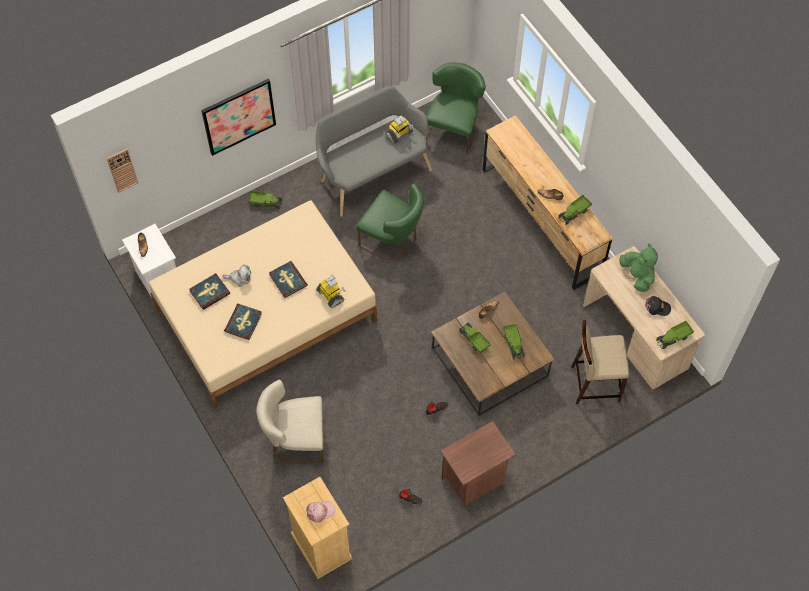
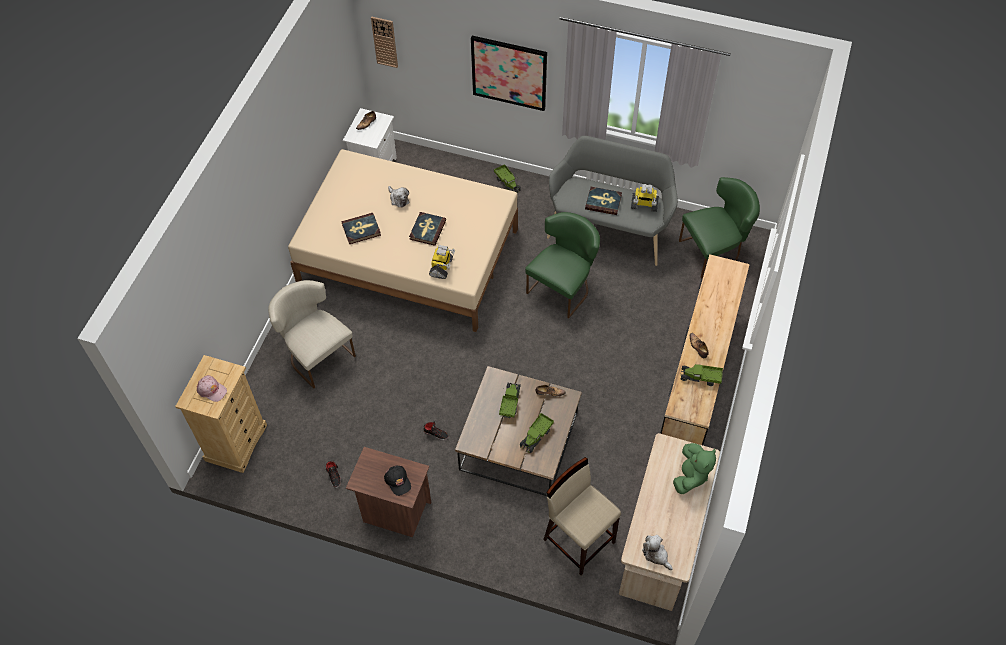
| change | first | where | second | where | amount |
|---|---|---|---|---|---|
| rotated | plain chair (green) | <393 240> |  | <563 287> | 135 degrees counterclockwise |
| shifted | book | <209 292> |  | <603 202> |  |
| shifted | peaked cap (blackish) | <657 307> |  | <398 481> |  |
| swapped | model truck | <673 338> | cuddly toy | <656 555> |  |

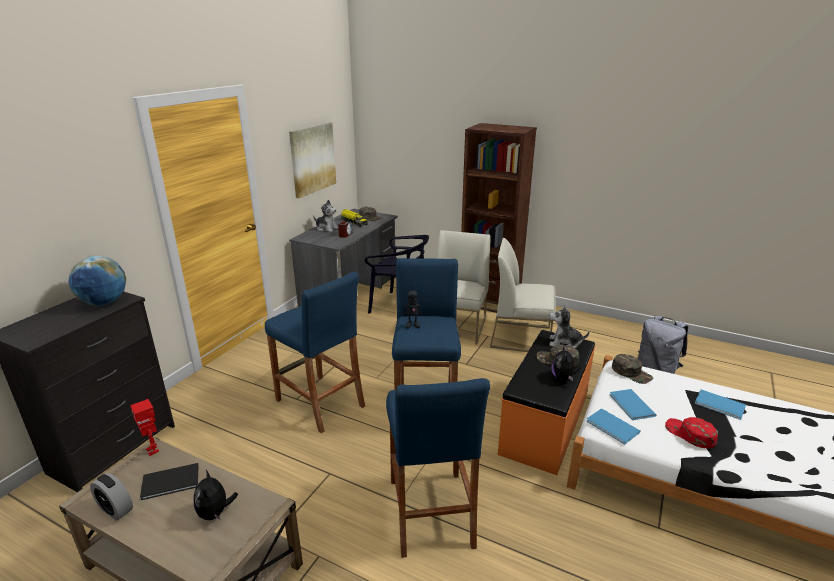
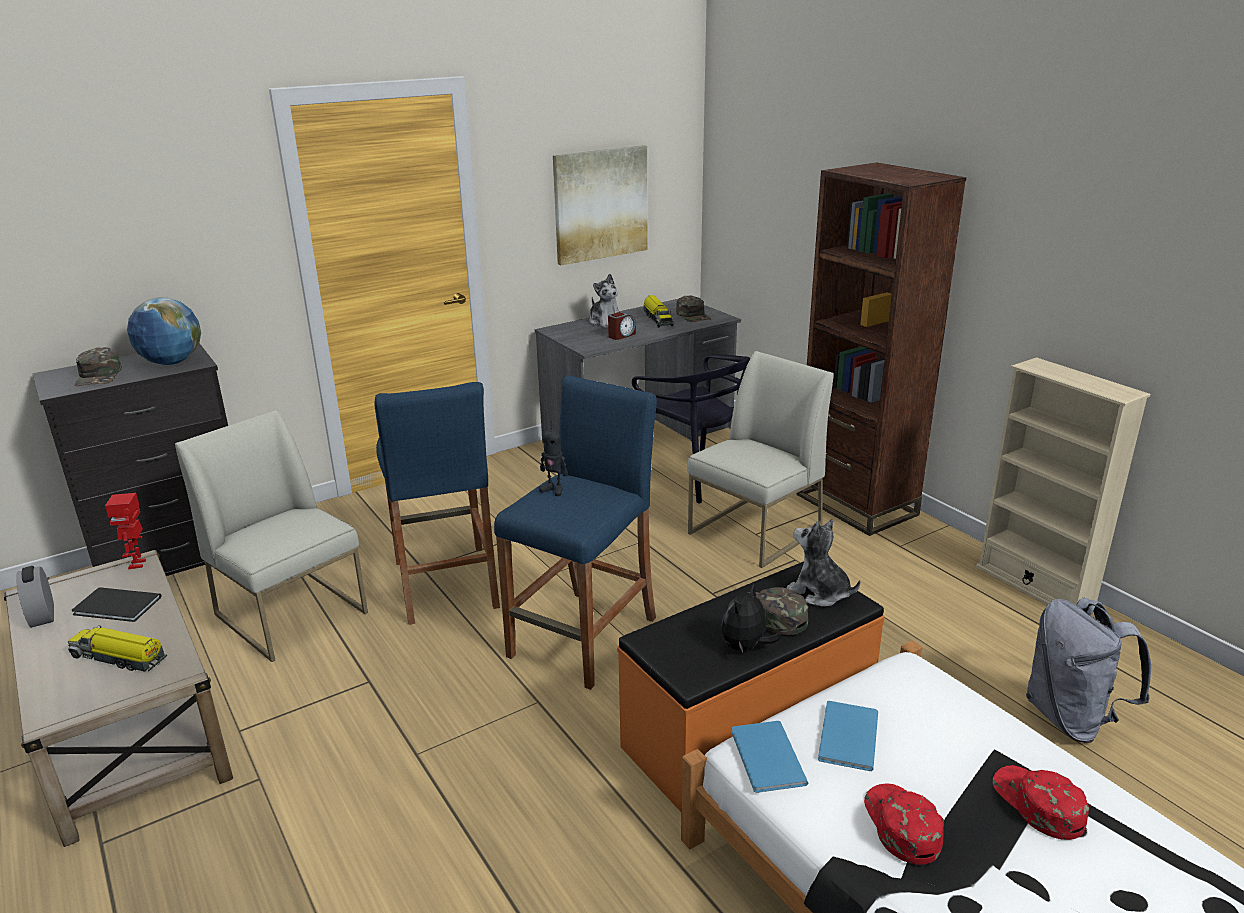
| change | first | where | second | where | amount |
|---|---|---|---|---|---|
| shifted | plain chair (white) | <521 337> |  | <293 613> |  |
| shifted | peaked cap (green) | <631 373> |  | <99 376> |  |
| gone | stool seat (blue-coloured) | <430 512> |  |  |  |
| swapped | book (blue-coloured) | <721 406> | peaked cap (red) | <1037 804> |  |
| swapped | cuddly toy | <215 513> | model truck | <119 658> |  |
| new |  |  | bookcase (beige) | <1035 586> |  |

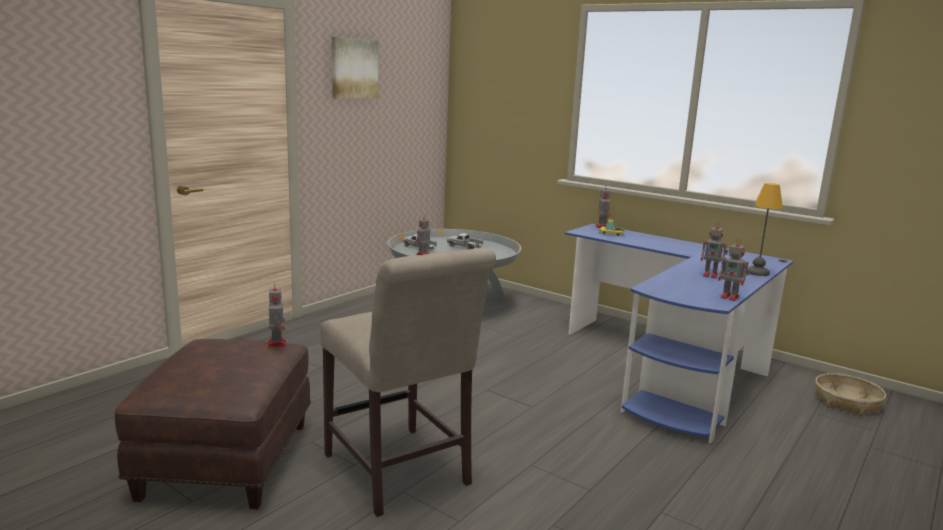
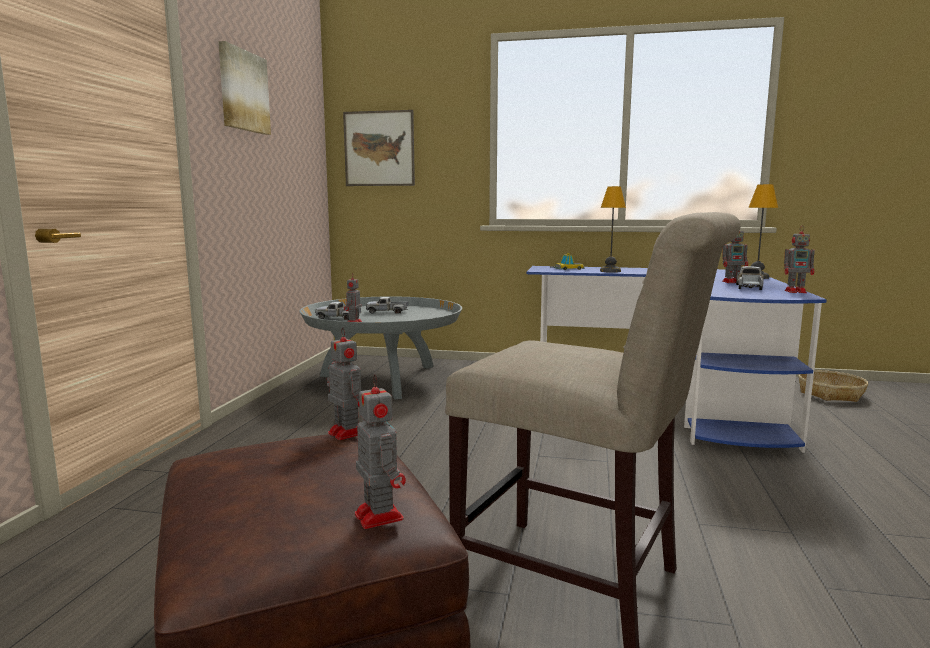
| change | first | where | second | where | amount |
|---|---|---|---|---|---|
| shifted | model robot | <601 226> |  | <378 515> |  |
| new |  |  | picture | <379 148> |  |
| new |  |  | tabletop lamp | <610 271> |  |
| new |  |  | model truck | <749 287> |  |

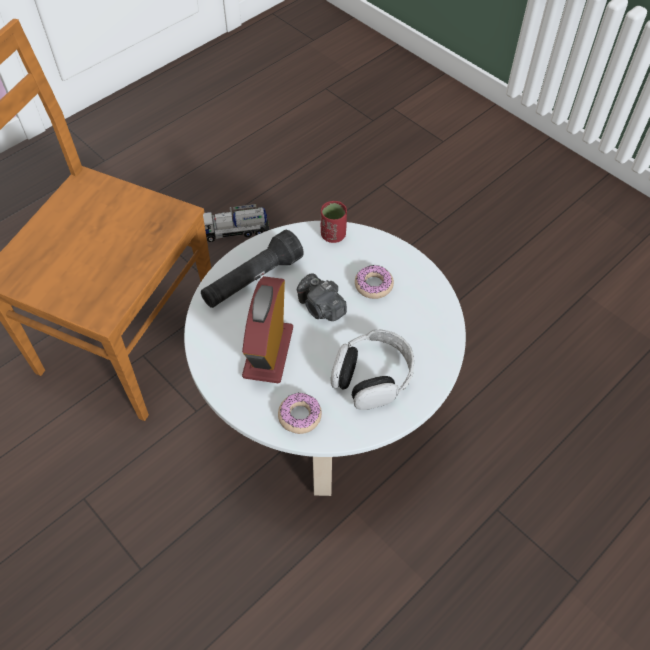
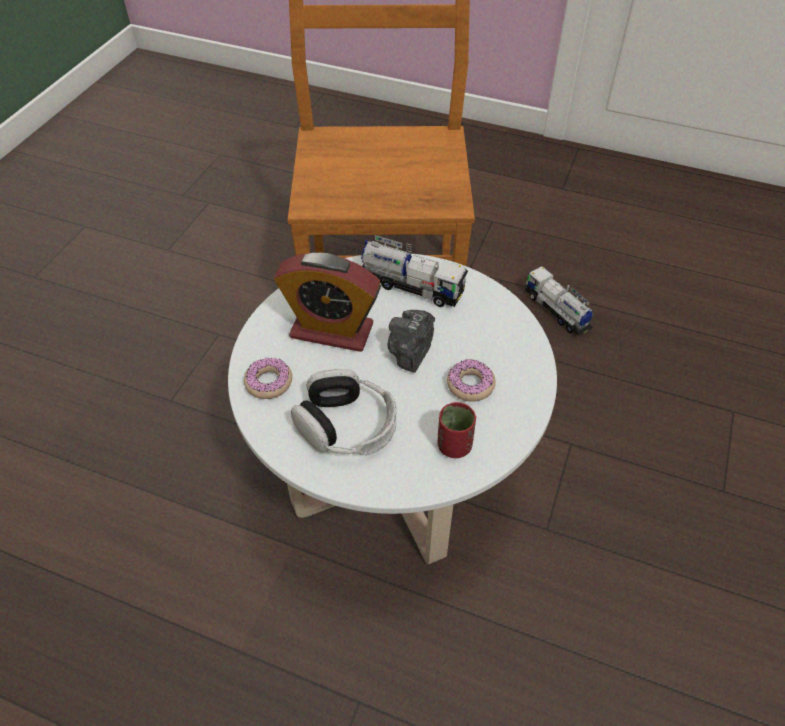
| change | first | where | second | where | amount |
|---|---|---|---|---|---|
| shifted | small cup (red) | <333 235> |  | <454 446> |  |
| swapped | flashlight (blackish) | <252 280> | model truck | <411 286> |  |
| rotated | bedside clock | <268 352> |  | <331 331> | 150 degrees counterclockwise |

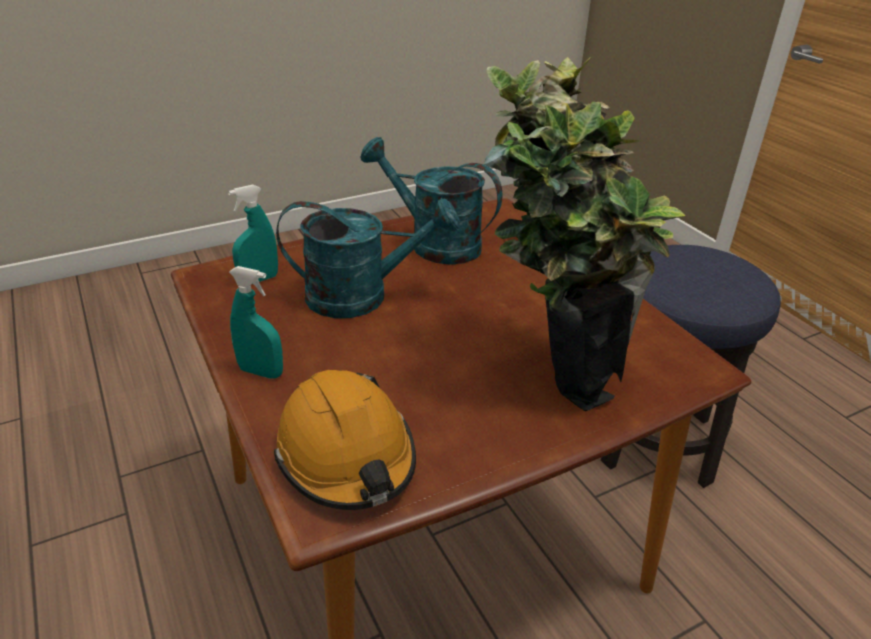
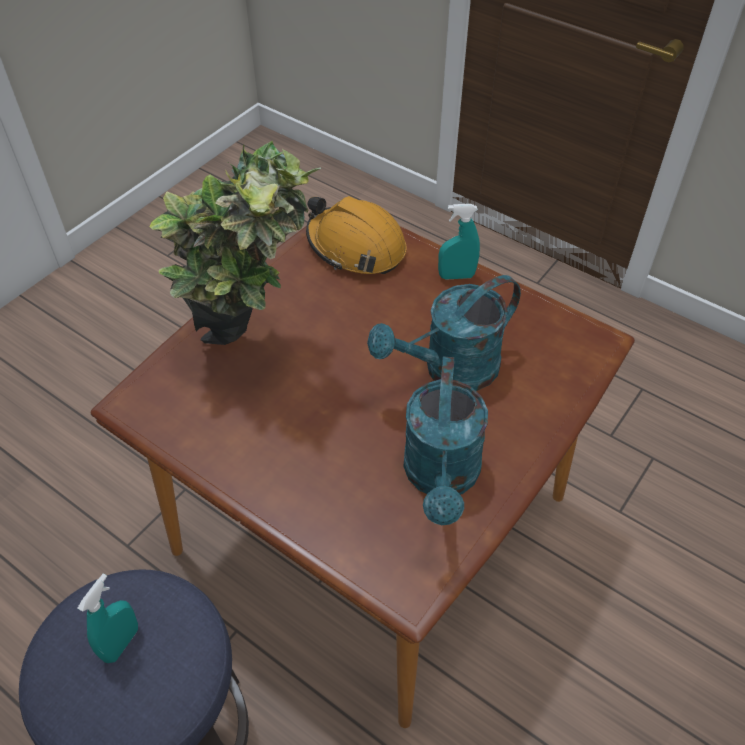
| change | first | where | second | where | amount |
|---|---|---|---|---|---|
| rotated | watering pot (blue-green) | <433 243> |  | <442 478> | 90 degrees clockwise |
| shifted | spray bottle (blue-green) | <259 279> |  | <121 643> |  |

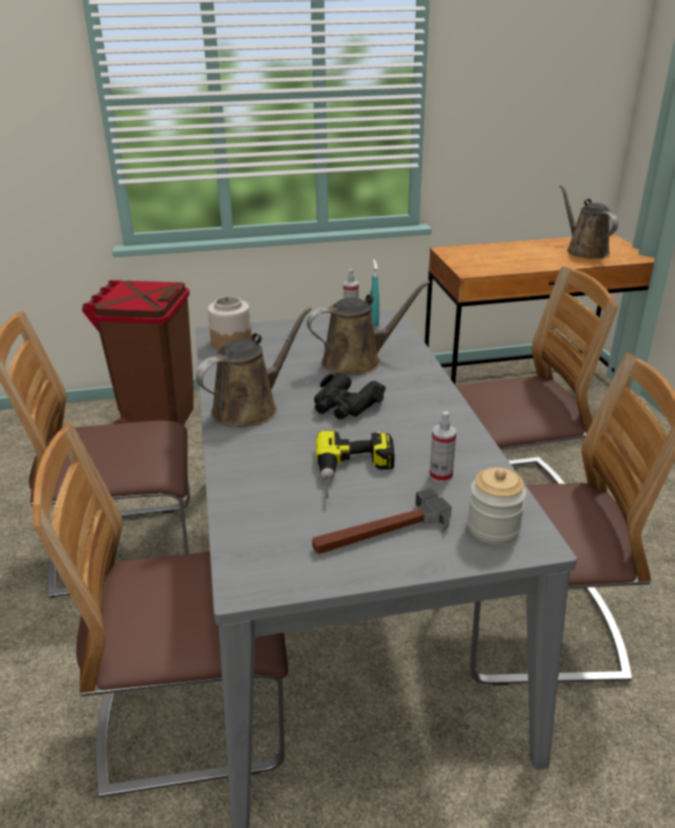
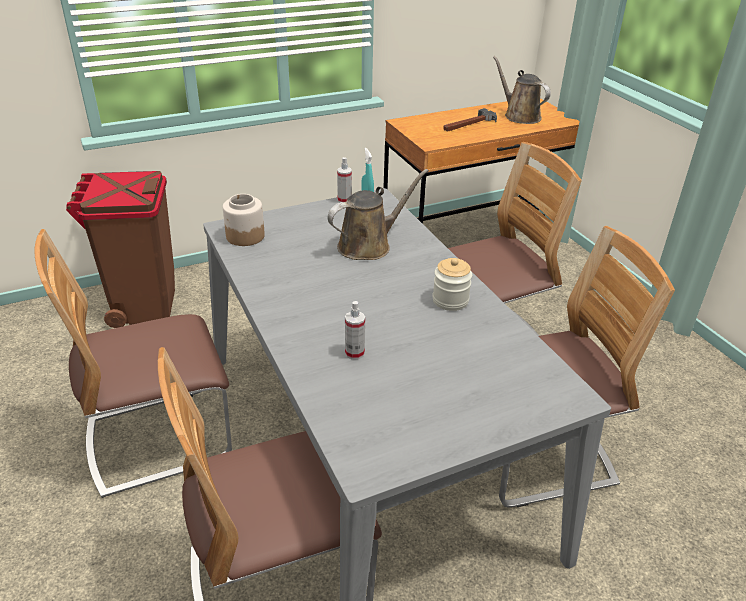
| change | first | where | second | where | amount |
|---|---|---|---|---|---|
| gone | watering pot (brown) | <250 408> |  |  |  |
| gone | binoculars (blackish) | <345 405> |  |  |  |
| shifted | spray bottle | <440 475> |  | <354 353> |  |
| gone | drill | <355 473> |  |  |  |
| shifted | preserve jar | <493 528> |  | <450 300> |  |
| shifted | hand hammer | <383 532> |  | <469 124> |  |

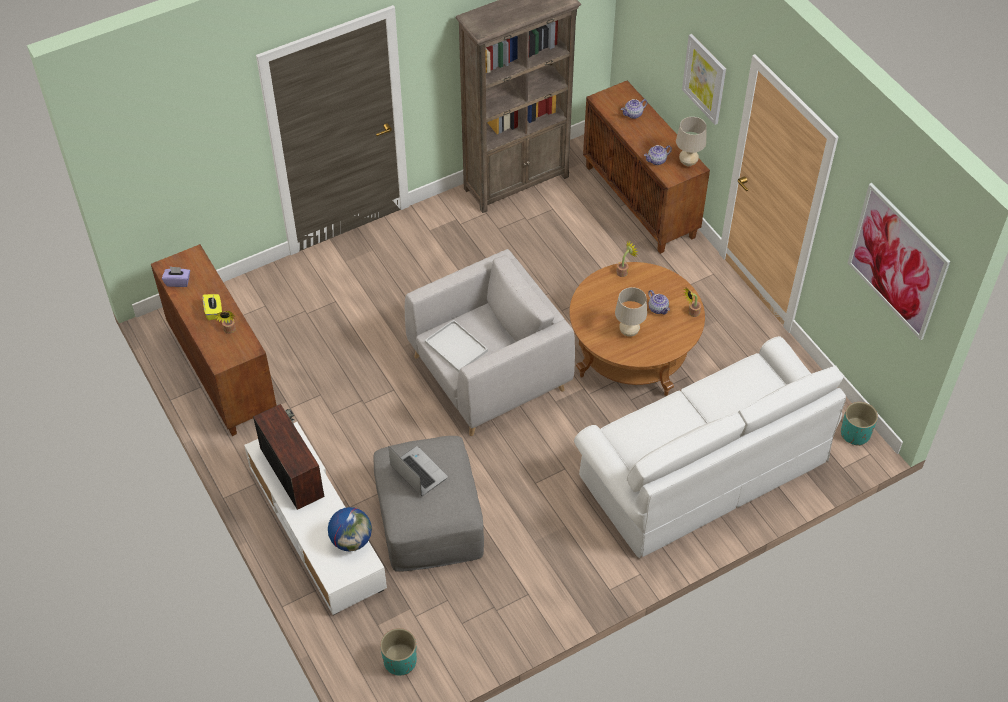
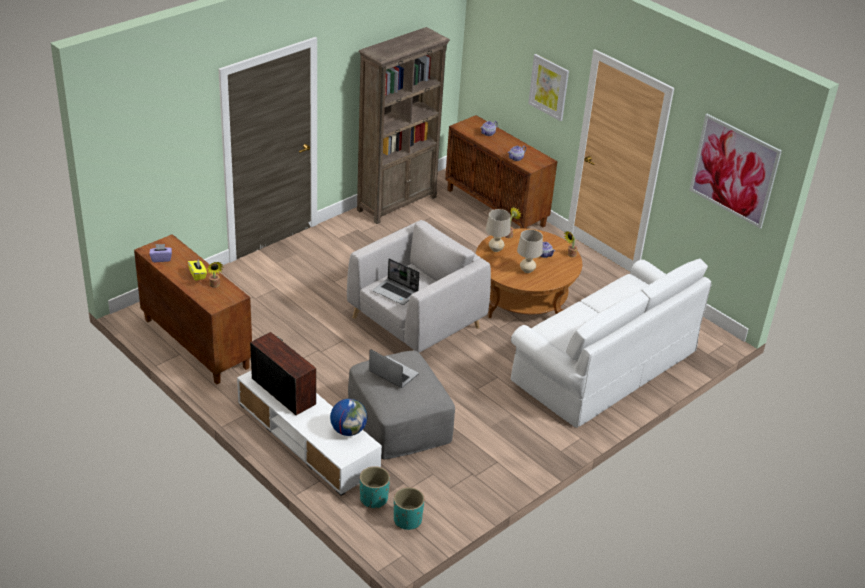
| change | first | where | second | where | amount |
|---|---|---|---|---|---|
| shifted | tabletop lamp (beige) | <688 162> |  | <496 249> |  |
| swapped | carrying tray (white) | <457 347> | laptop | <396 292> |  |
| shifted | planter (blue-green) | <855 434> |  | <373 499> |  |

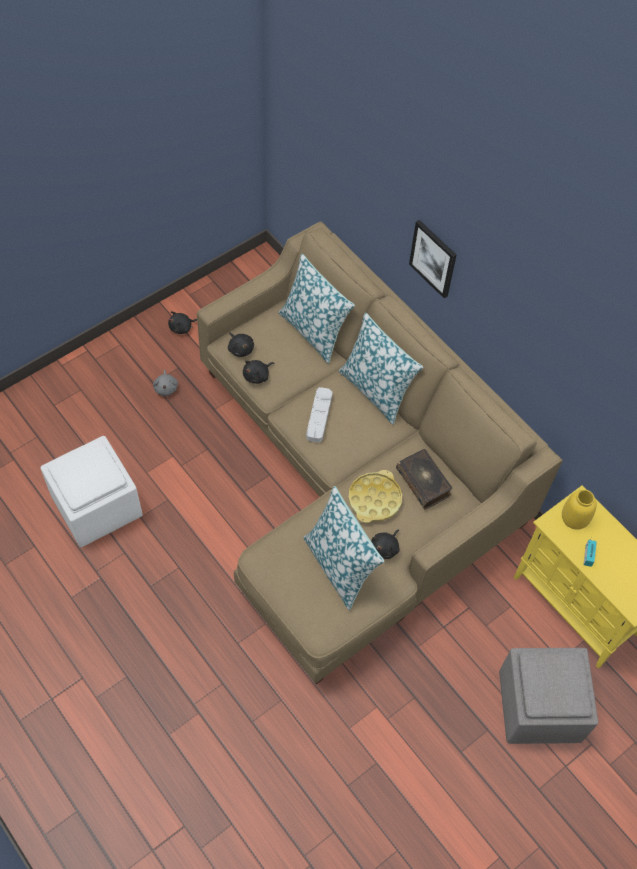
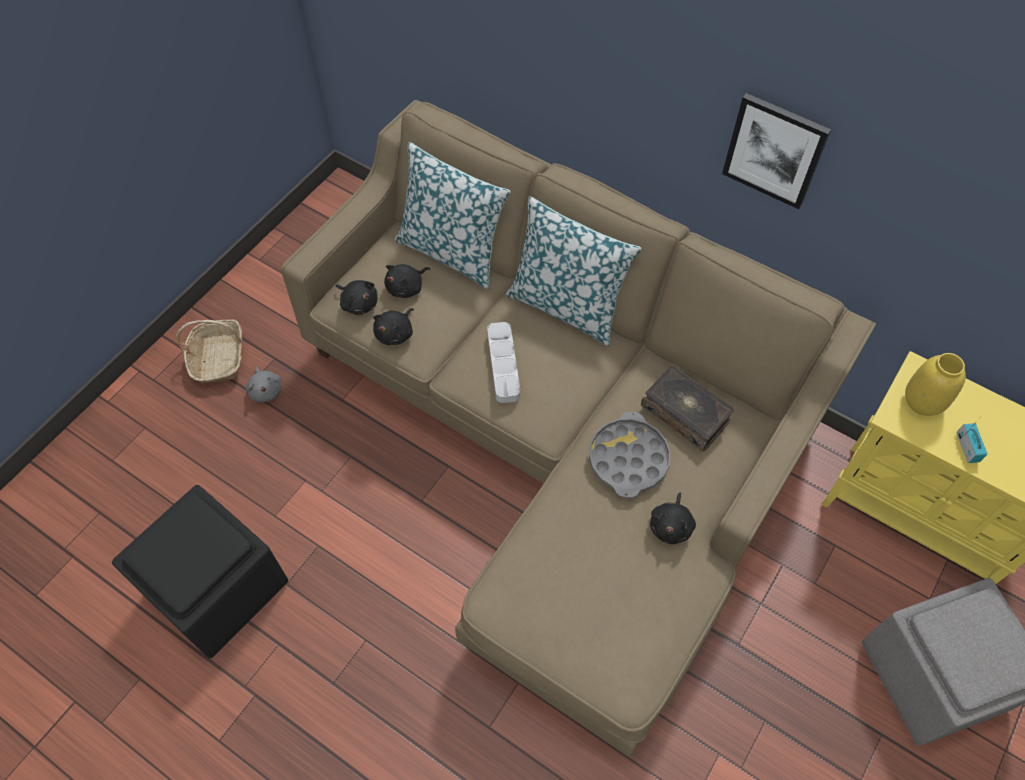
| change | first | where | second | where | amount |
|---|---|---|---|---|---|
| shifted | picture | <433 258> |  | <775 150> |  |
| shifted | cuddly toy (blackish) | <182 327> |  | <407 287> |  |
| repainted | pouffe (white) | <97 505> | pouffe (blackish) | <217 586> |  |
| repainted | carrying tray (yellow-coloured) | <374 499> | carrying tray (greyish) | <628 459> |  |
| gone | pillow | <339 566> |  |  |  |
| new |  |  | basket | <219 358> |  |

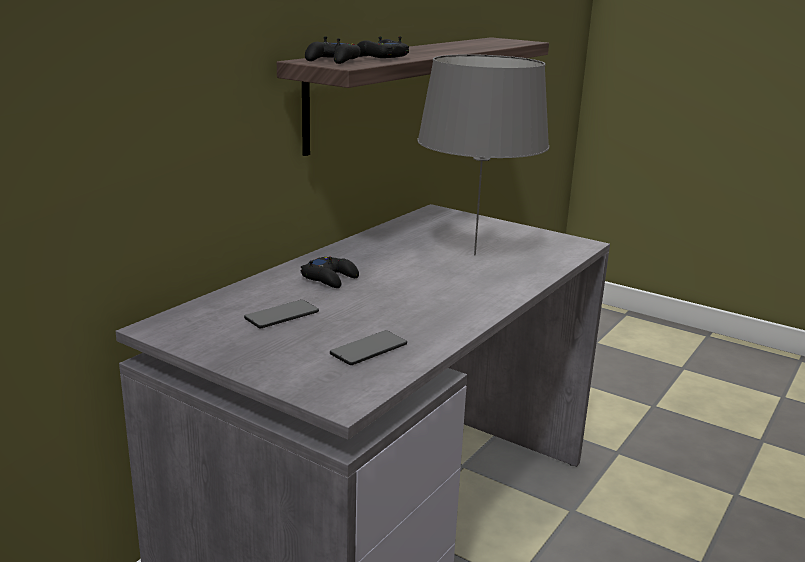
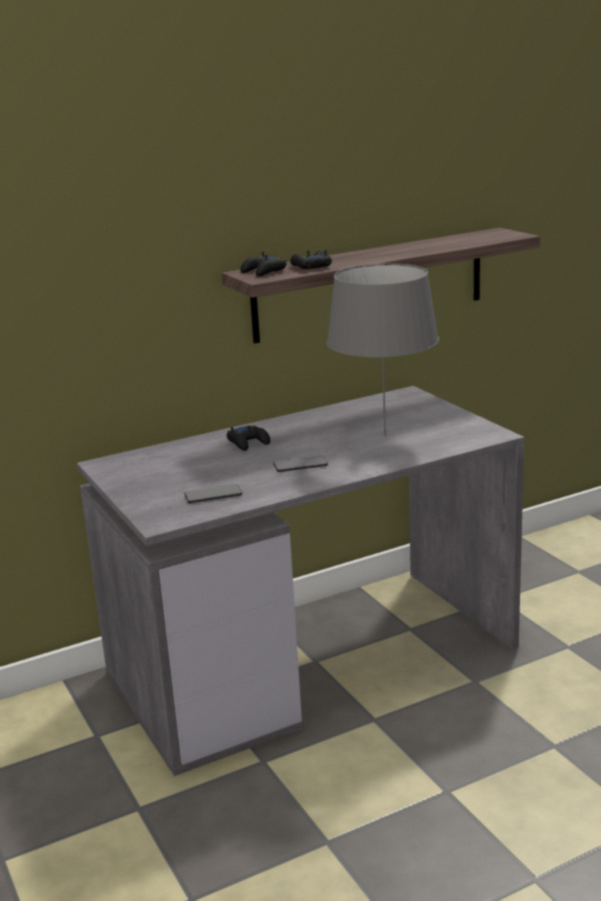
| change | first | where | second | where | amount |
|---|---|---|---|---|---|
| shifted | handset | <282 315> |  | <300 465> |  |

